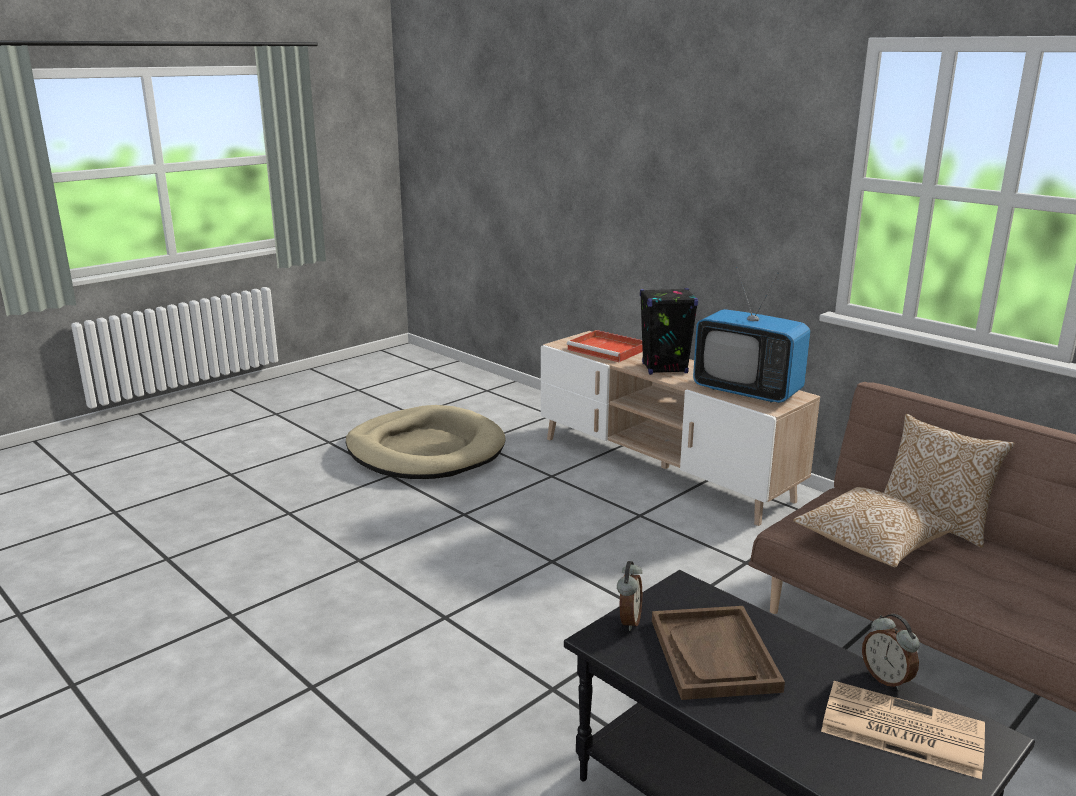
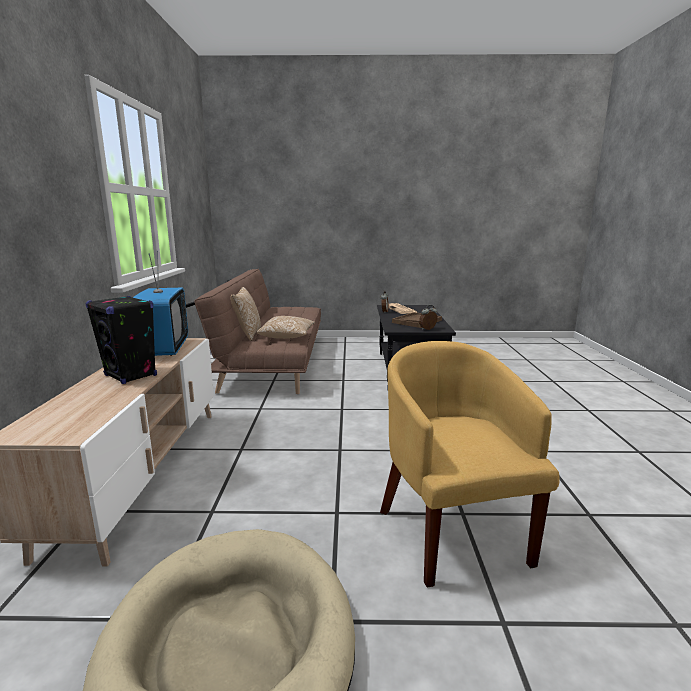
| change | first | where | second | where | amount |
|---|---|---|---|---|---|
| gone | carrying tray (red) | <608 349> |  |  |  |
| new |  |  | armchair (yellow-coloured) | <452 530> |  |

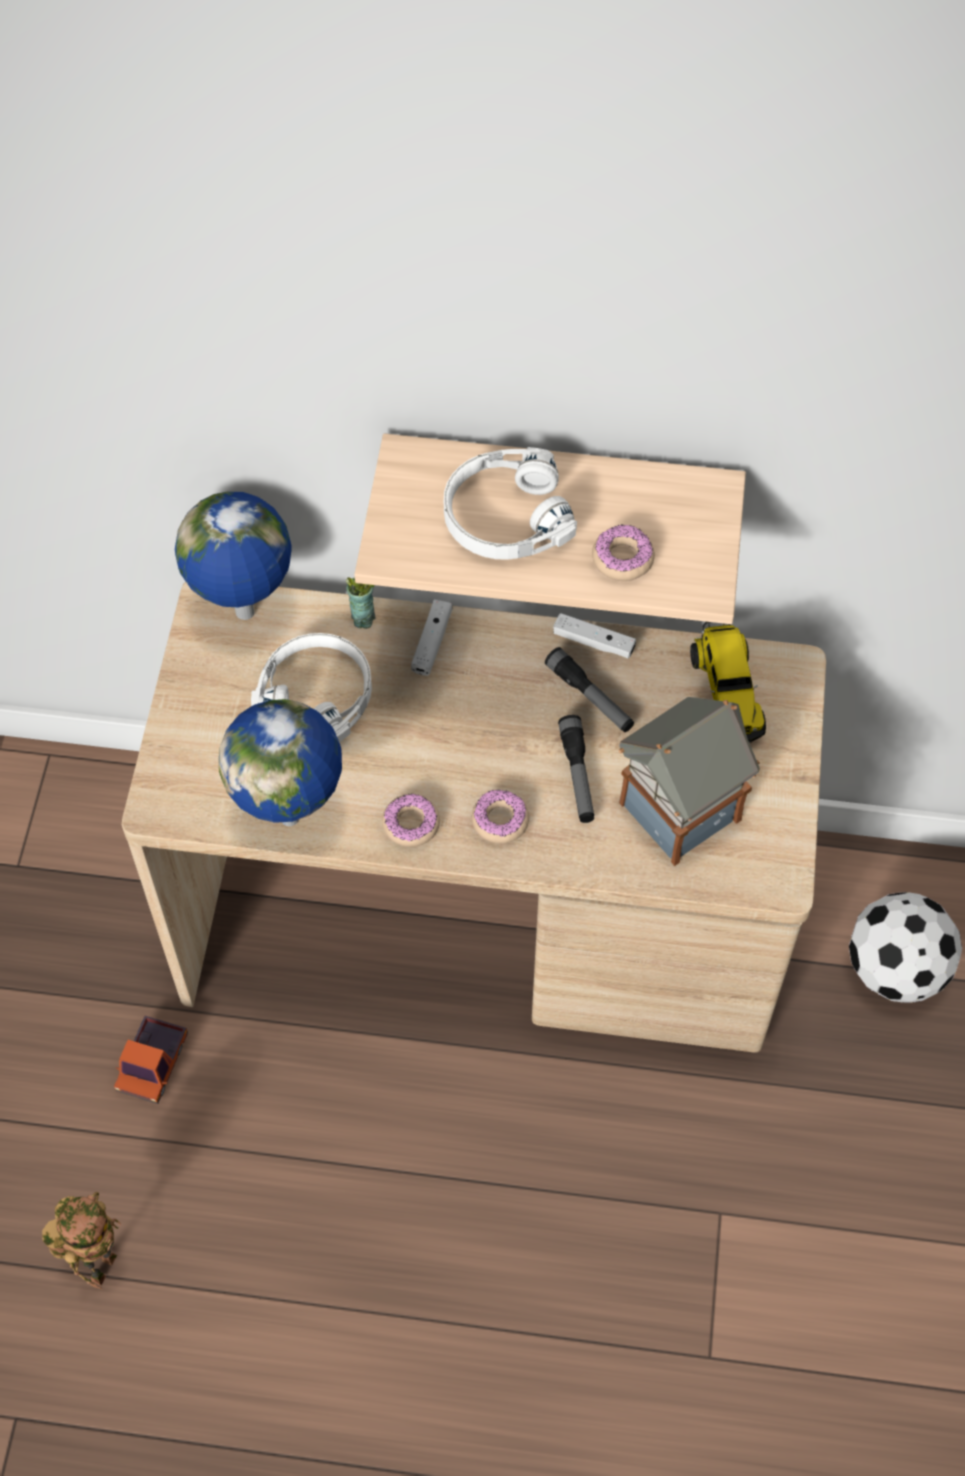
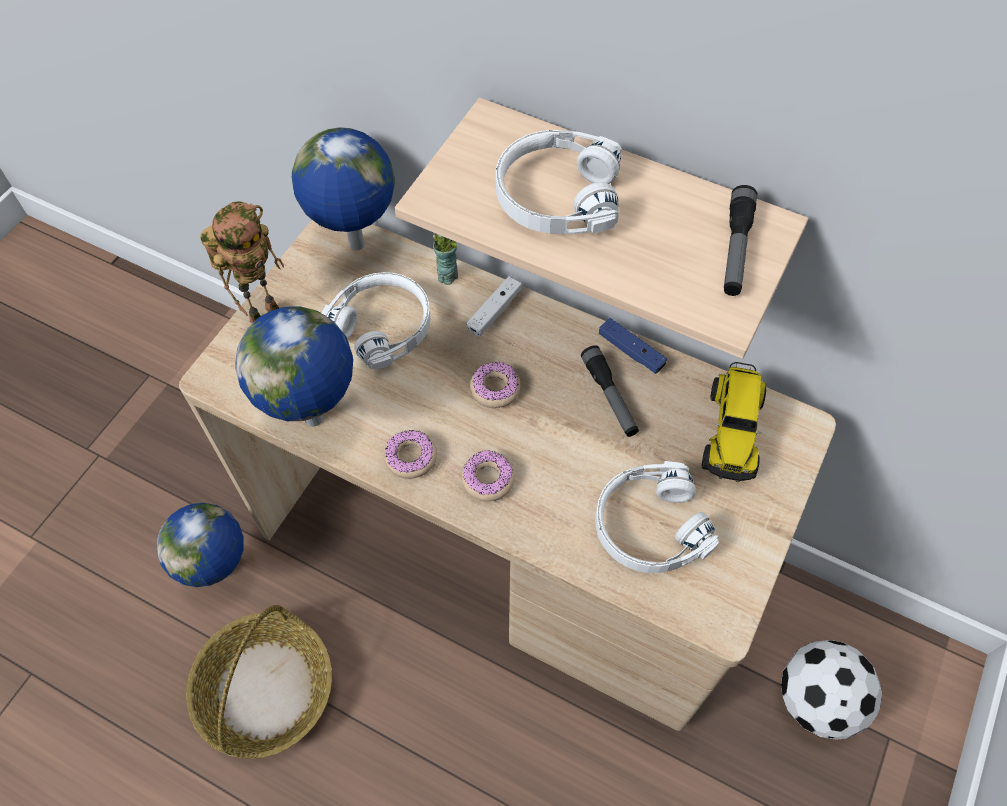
| change | first | where | second | where | amount |
|---|---|---|---|---|---|
| shifted | doughnut | <622 559> |  | <495 389> |  |
| repainted | joypad (white) | <593 642> | joypad (blue-coloured) | <631 351> |  |
| swapped | model house | <678 814> | headphones (white) | <648 526> |  |
| shifted | flashlight | <577 775> |  | <735 249> |  |
| swapped | model truck | <153 1064> | globe | <223 573> |  |
| shifted | model robot | <101 1264> |  | <264 311> |  |
| new |  |  | basket | <266 691> |  |

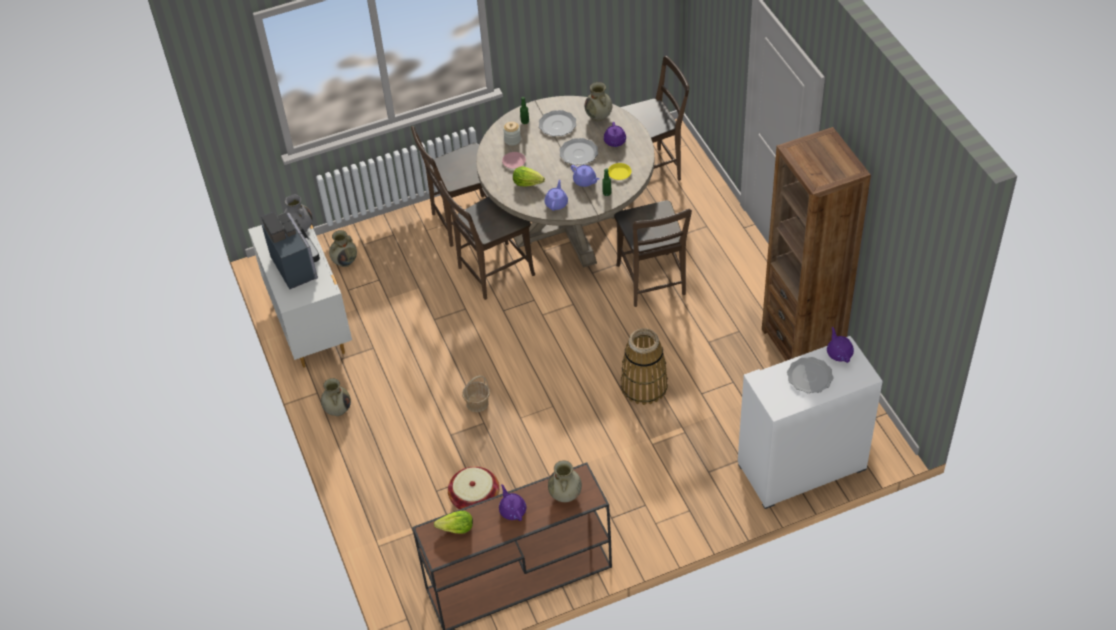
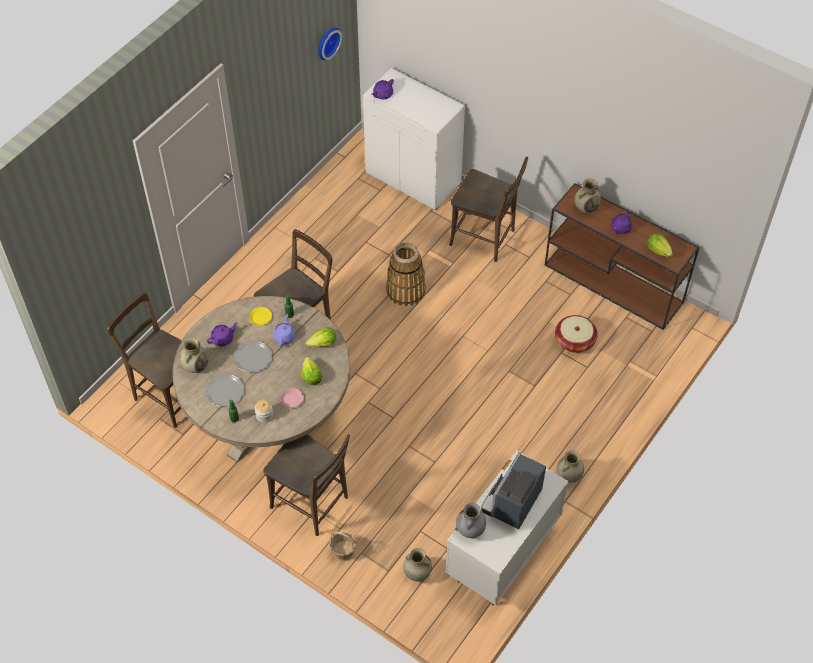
| change | first | where | second | where | amount |
|---|---|---|---|---|---|
| gone | bookcase (brown) | <802 344> |  |  |  |
| swapped | teapot (purple-coloured) | <556 203> | lettuce | <322 343> |  |
| shifted | plain chair (brown) | <492 273> |  | <485 239> |  |
| gone | dinner plate | <809 377> |  |  |  |
| shifted | basket | <477 403> |  | <343 551> |  |
| new |  |  | clock on the wall | <327 42> |  |

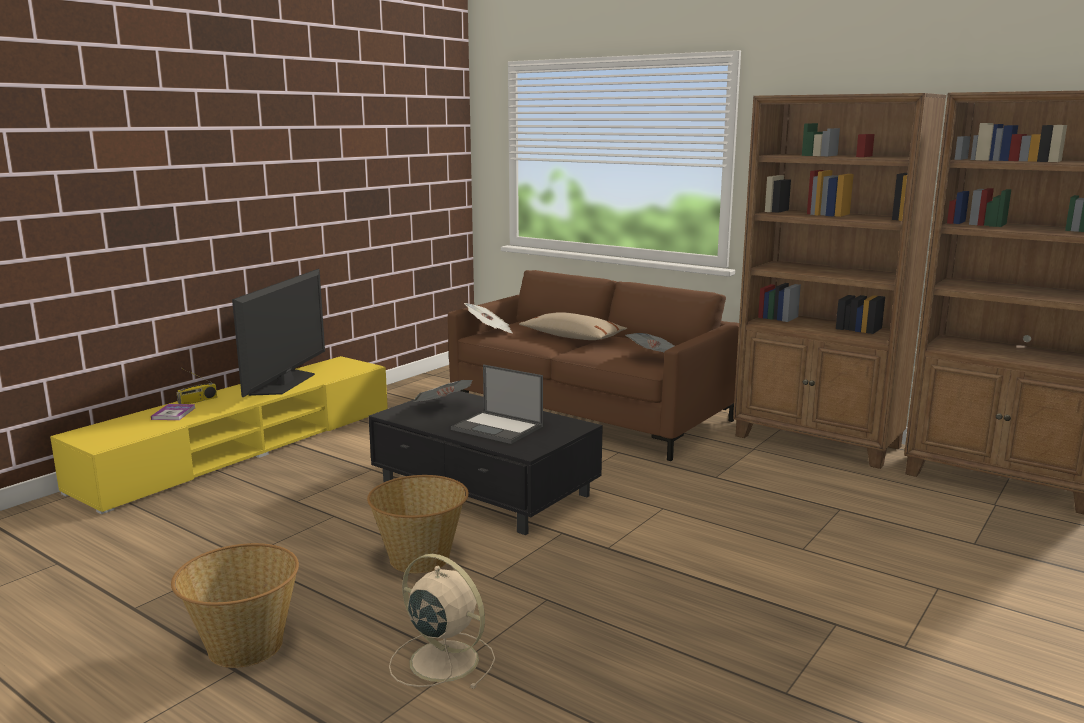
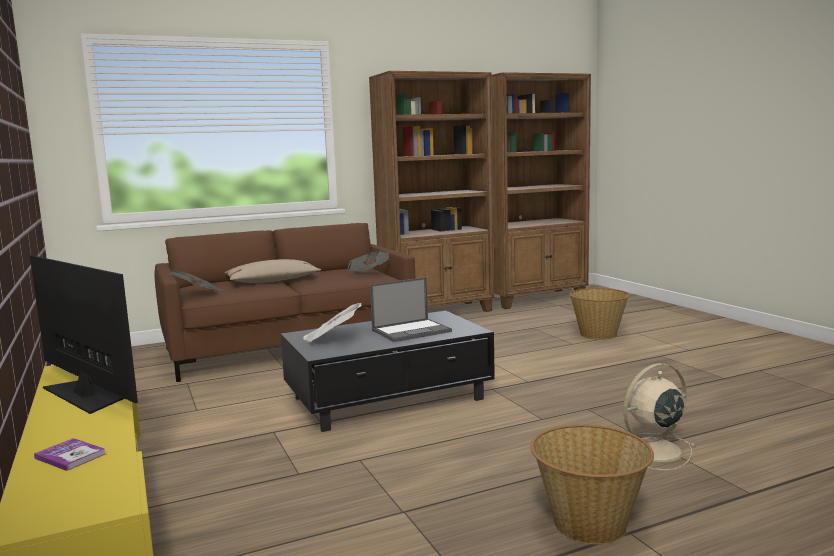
| change | first | where | second | where | amount |
|---|---|---|---|---|---|
| gone | radio set | <197 401> |  |  |  |
| shifted | basket | <421 558> |  | <598 334> |  |

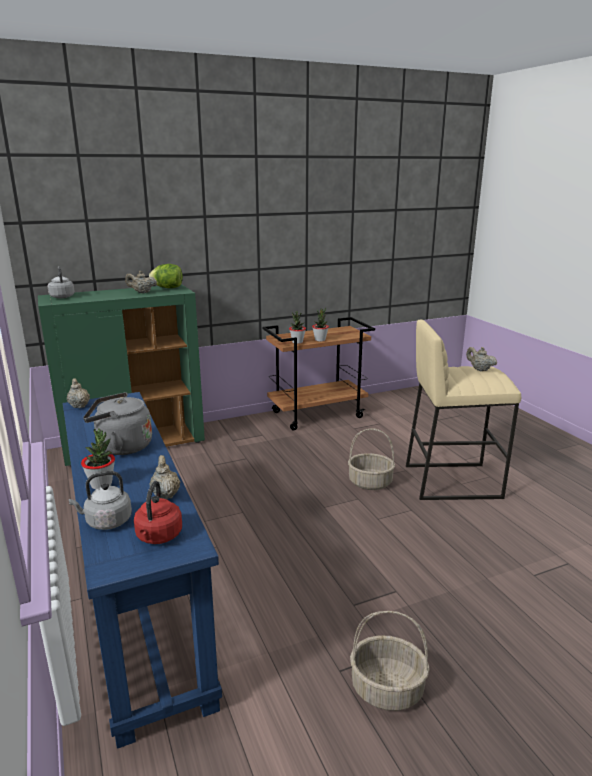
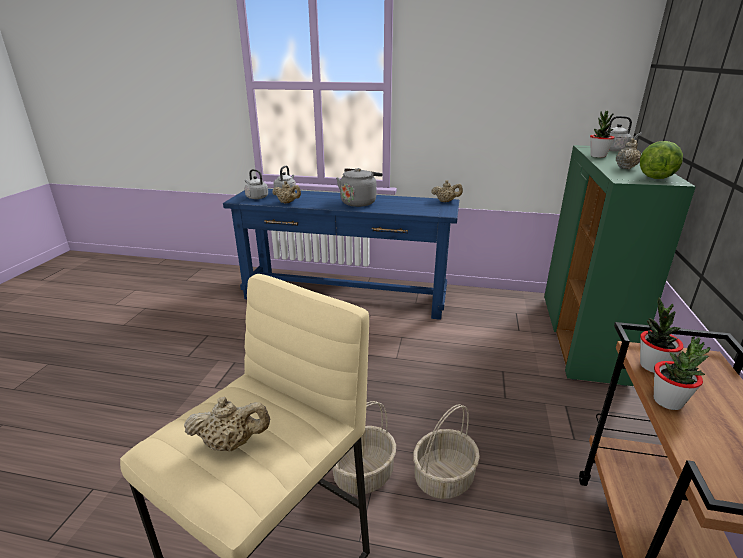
| change | first | where | second | where | amount |
|---|---|---|---|---|---|
| shifted | houseplant | <101 484> |  | <597 156> |  |
| repainted | water kettle (red) | <158 537> | water kettle (greyish) | <256 197> |  |
| shifted | basket | <386 689> |  | <443 477> |  |

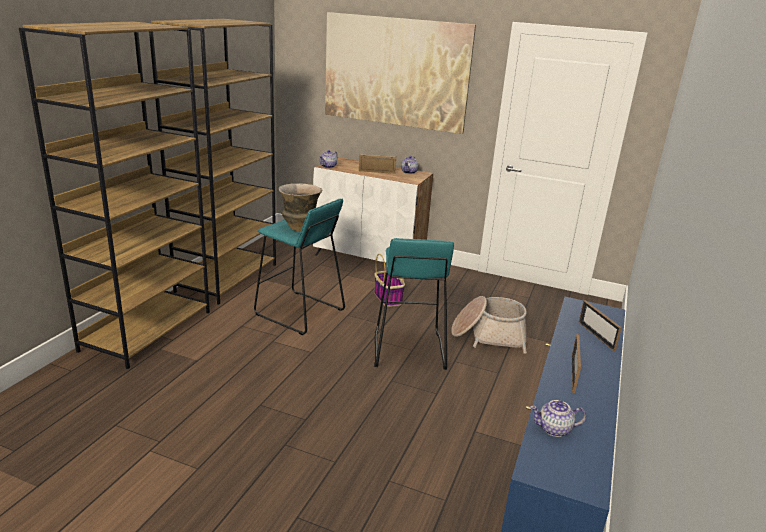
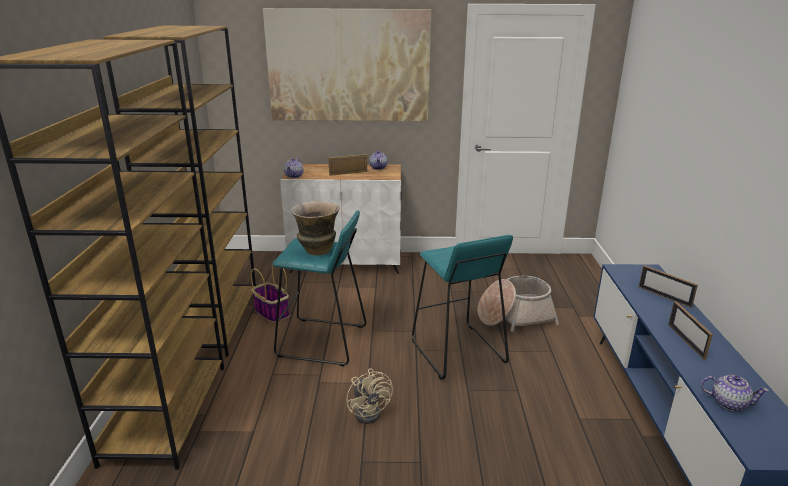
| change | first | where | second | where | amount |
|---|---|---|---|---|---|
| shifted | basket | <387 297> |  | <271 312> |  |
| rotated | teapot | <554 429> |  | <728 403> | 135 degrees counterclockwise |
| new |  |  | fan (beige) | <370 411> |  |

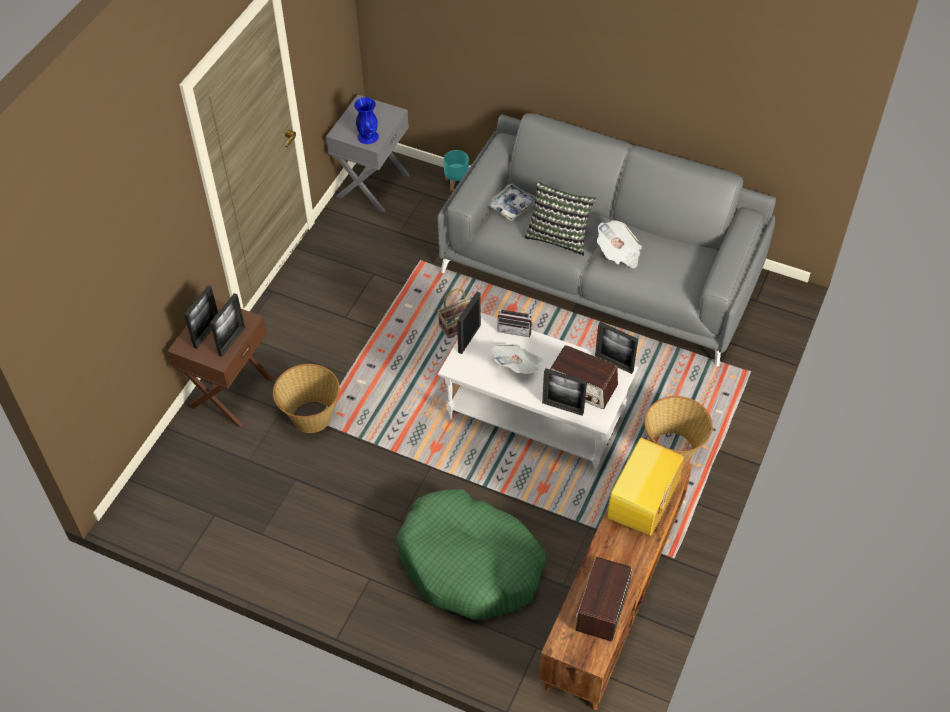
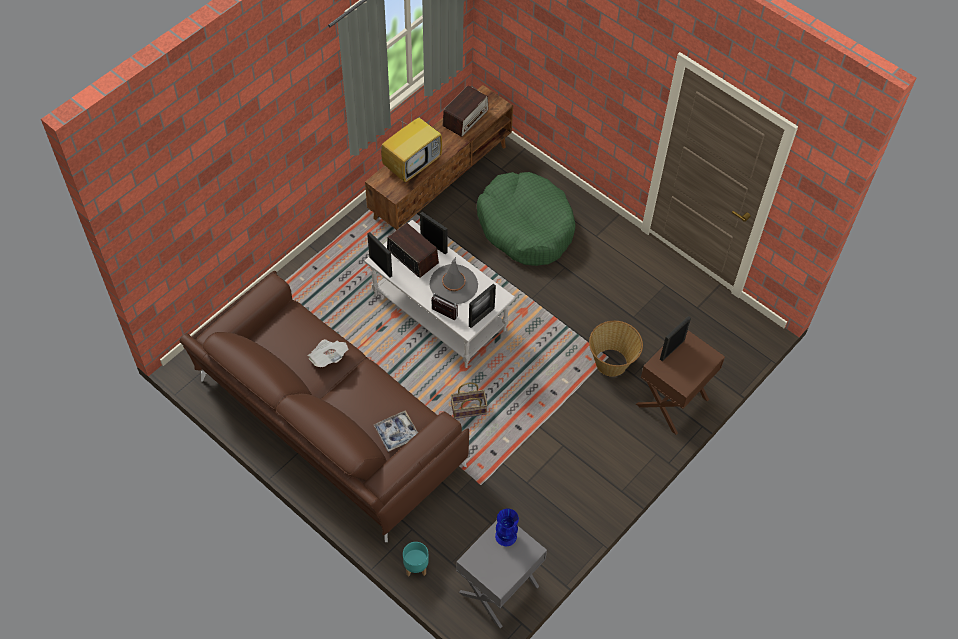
| change | first | where | second | where | amount |
|---|---|---|---|---|---|
| repainted | settee (greyish) | <601 272> | settee (brown) | <328 424> |  |
| gone | pillow | <559 236> |  |  |  |
| gone | standing frame | <206 333> |  |  |  |
| swapped | newspaper | <517 366> | wearable hat (greyish) | <453 284> |  |
| gone | basket | <673 450> |  |  |  |

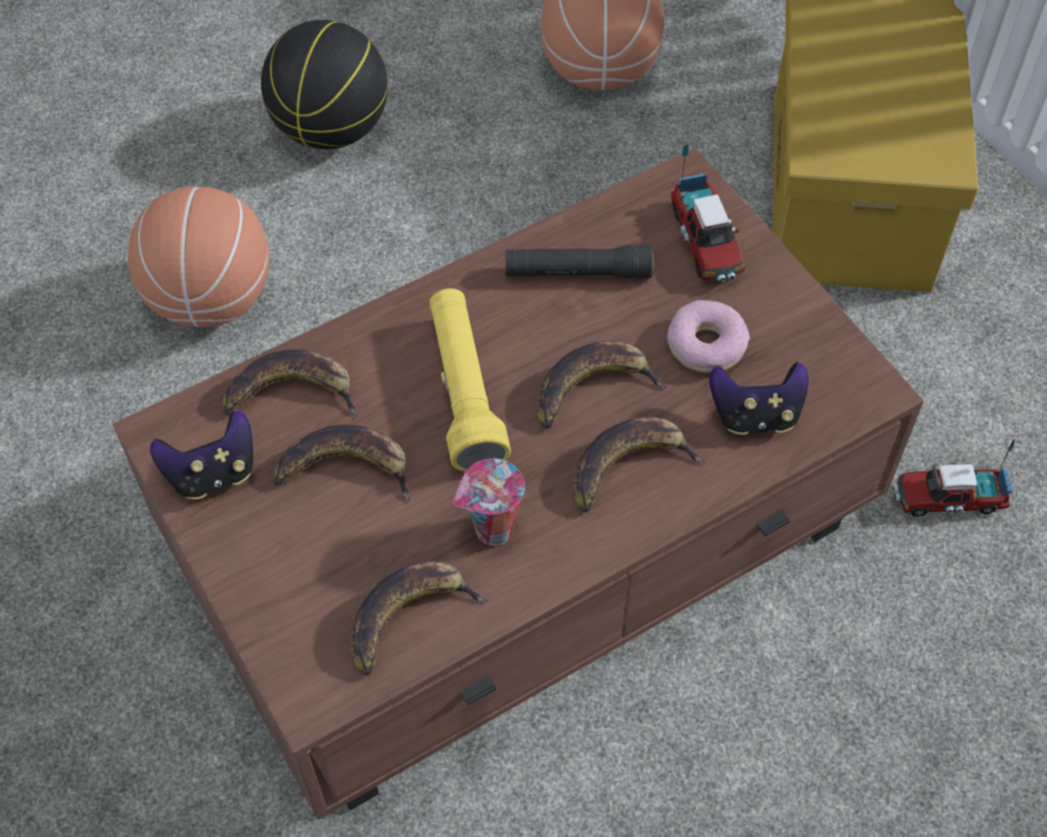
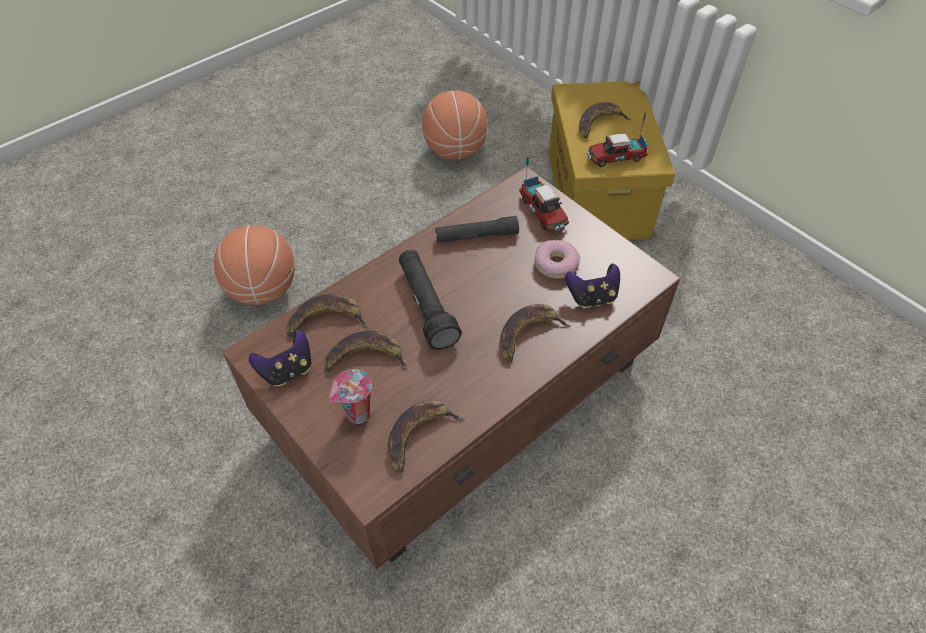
| change | first | where | second | where | amount |
|---|---|---|---|---|---|
| gone | basketball ball | <332 128> |  |  |  |
| repainted | flashlight (yellow-coloured) | <464 391> | flashlight (blackish) | <426 306> |  |
| shifted | banana fruit | <592 388> |  | <599 123> |  |
| shifted | model truck | <947 498> |  | <615 157> |  |
| shifted | small cup | <492 531> |  | <357 415> |  |

